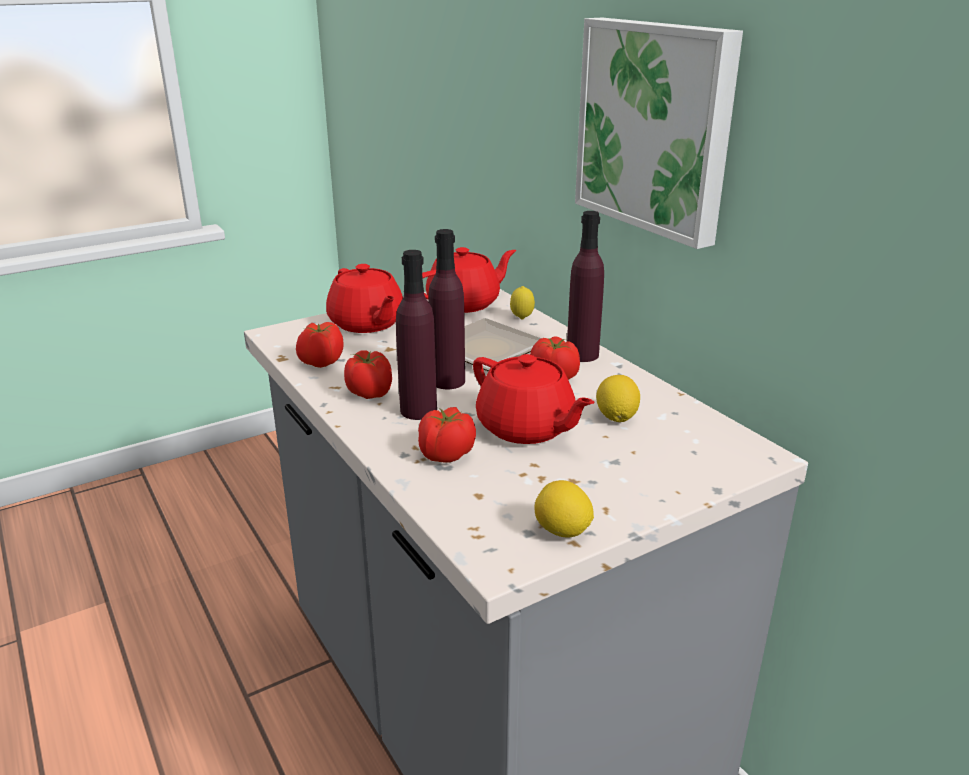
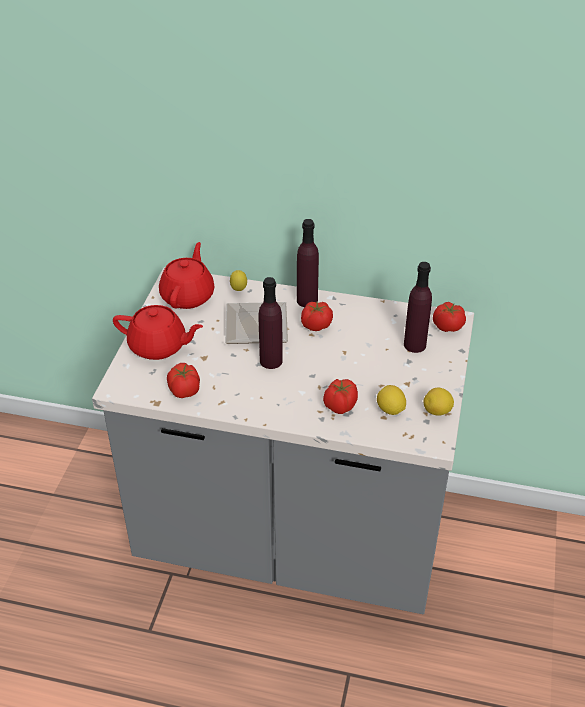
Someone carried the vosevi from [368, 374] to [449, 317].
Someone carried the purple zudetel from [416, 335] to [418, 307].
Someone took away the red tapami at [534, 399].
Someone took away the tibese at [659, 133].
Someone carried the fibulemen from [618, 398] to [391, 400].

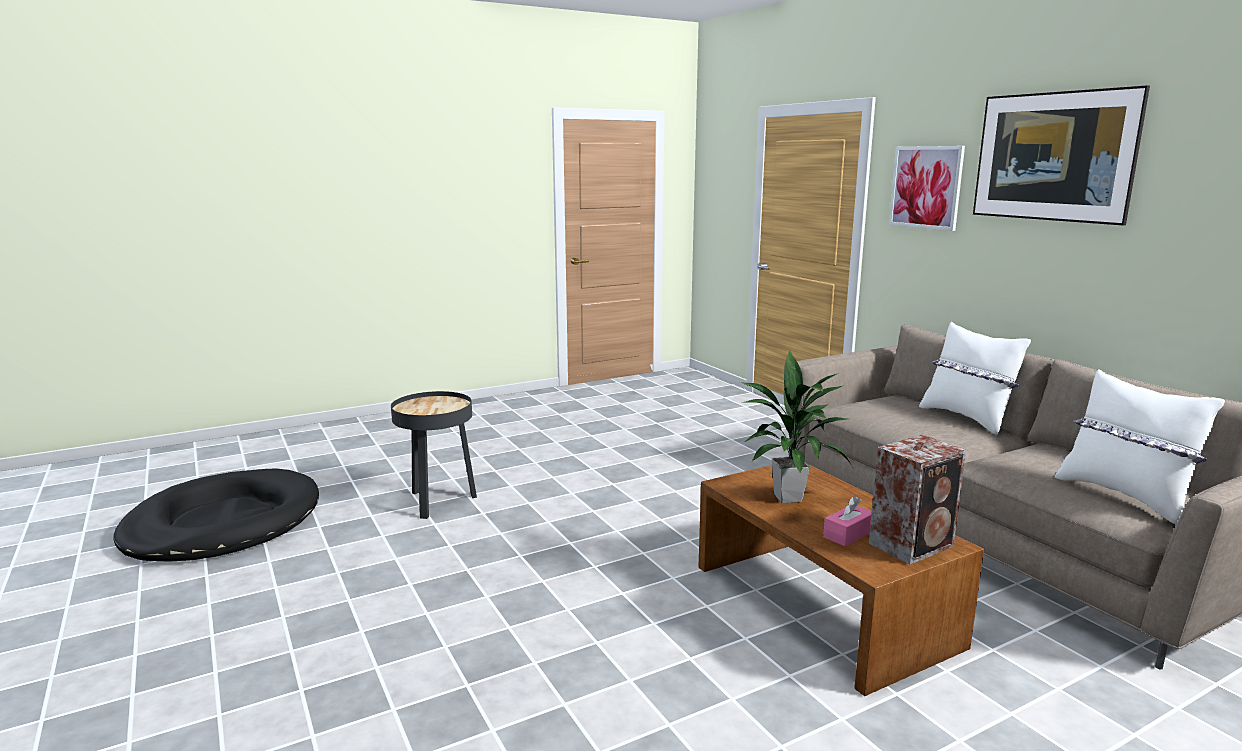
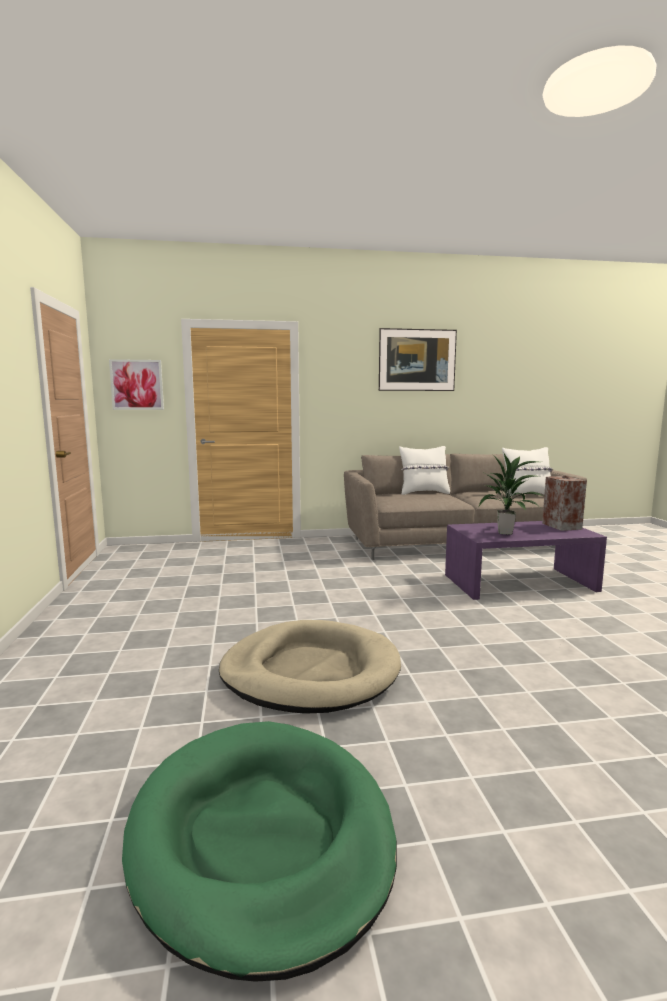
Someone repainted the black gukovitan at [216, 515], which became the green gukovitan at [259, 851].
Someone swapped the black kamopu at [434, 455] for the beige gukovitan at [310, 667].
Someone repainted the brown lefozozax at [841, 579], which became the purple lefozozax at [526, 560].
Someone took away the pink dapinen at [847, 521].
Someone carried the tibese from [927, 188] to [136, 384].

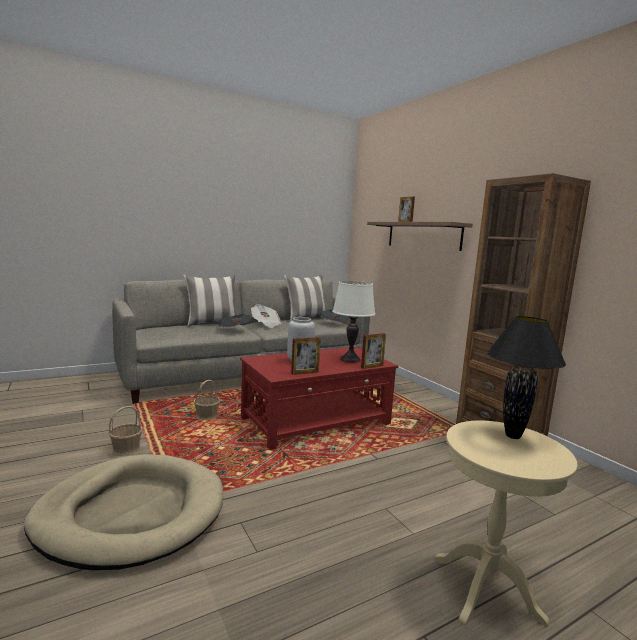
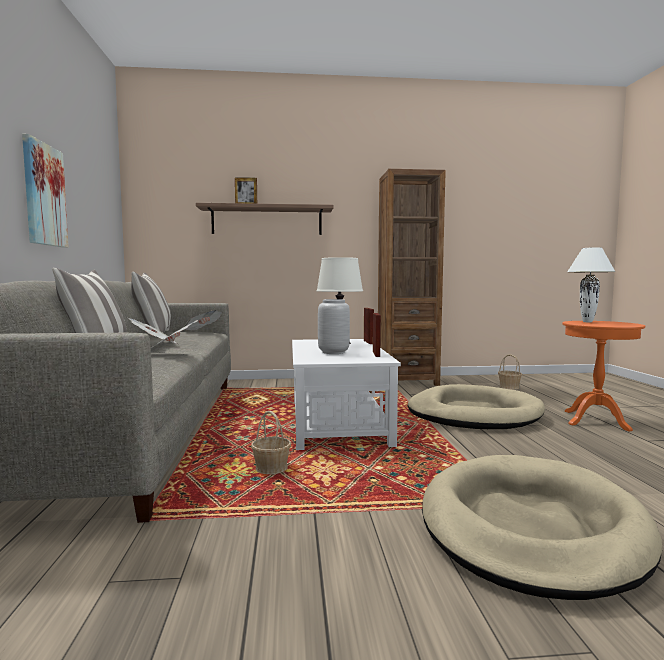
Someone carried the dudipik from [126, 431] to [510, 372].
Someone repainted the red lefozozax at [319, 398], which became the white lefozozax at [346, 394].
Someone repainted the beige kamopu at [506, 523], which became the orange kamopu at [603, 376].
Someone repainted the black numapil at [526, 377], which became the white numapil at [591, 284].
Someone put up the tibese at [45, 191].
Someone put down the beige gukovitan at [476, 406].

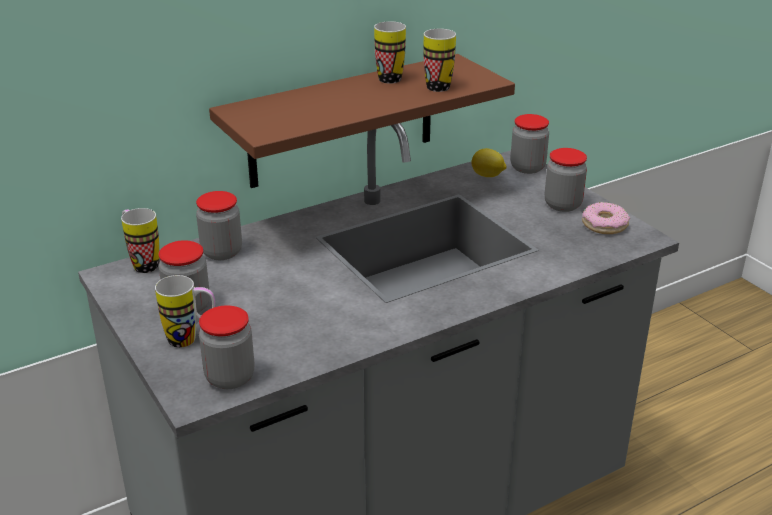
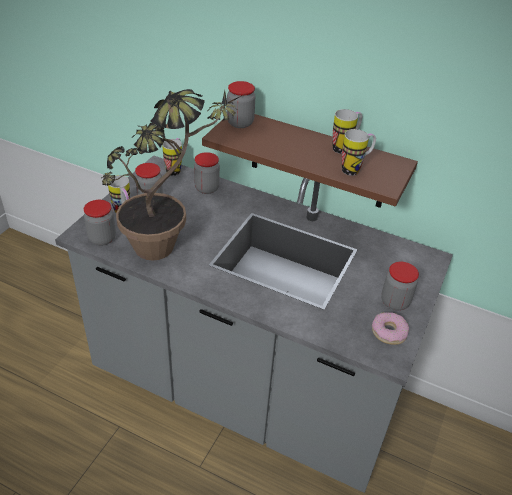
Someone took away the fibulemen at [489, 162].
Someone carried the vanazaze from [530, 144] to [241, 104].
Someone put down the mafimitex at [174, 175].

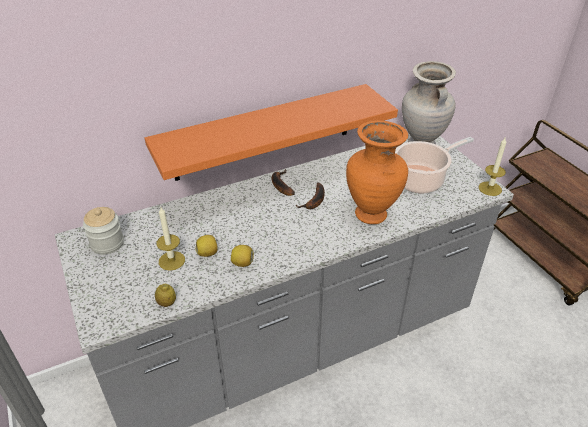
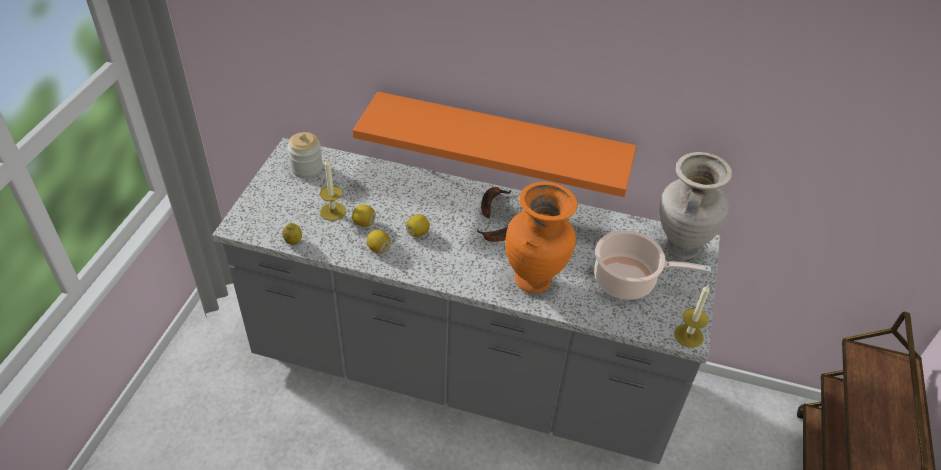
Someone put down the fibulemen at [418, 225].

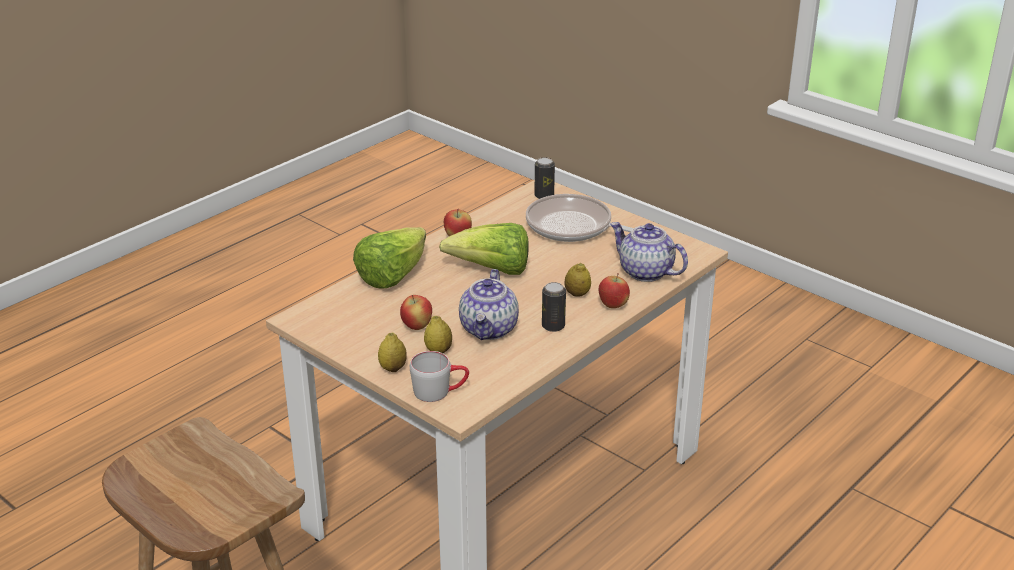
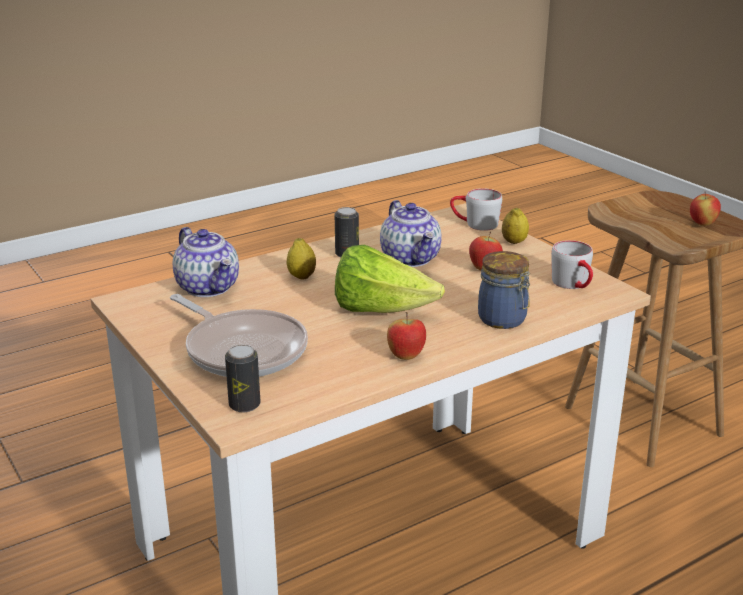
Someone swapped the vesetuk at [389, 258] for the vanazaze at [504, 290].
Someone took away the fibulemen at [438, 334].
Someone rotated the tapami at [489, 304] by 135 degrees clockwise.
Someone carried the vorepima from [614, 290] to [705, 210].
Someone put down the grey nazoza at [572, 264].

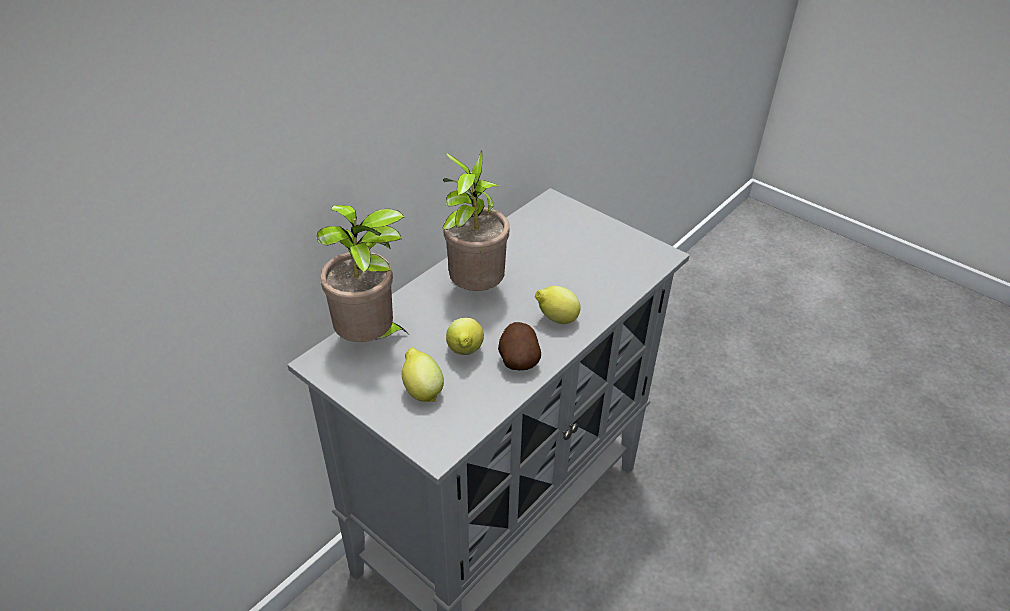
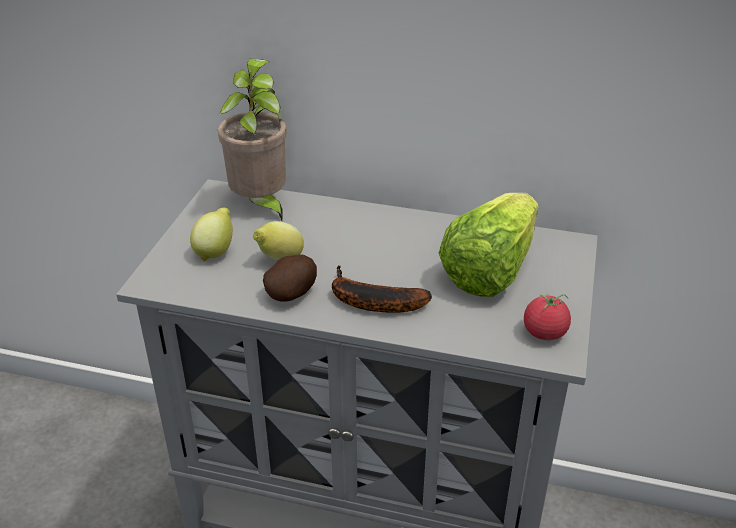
Someone took away the mafimitex at [475, 221].
Someone swapped the fibulemen at [558, 305] for the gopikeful at [382, 289].
Someone put down the vesetuk at [489, 245].
Someone put down the vosevi at [547, 316].

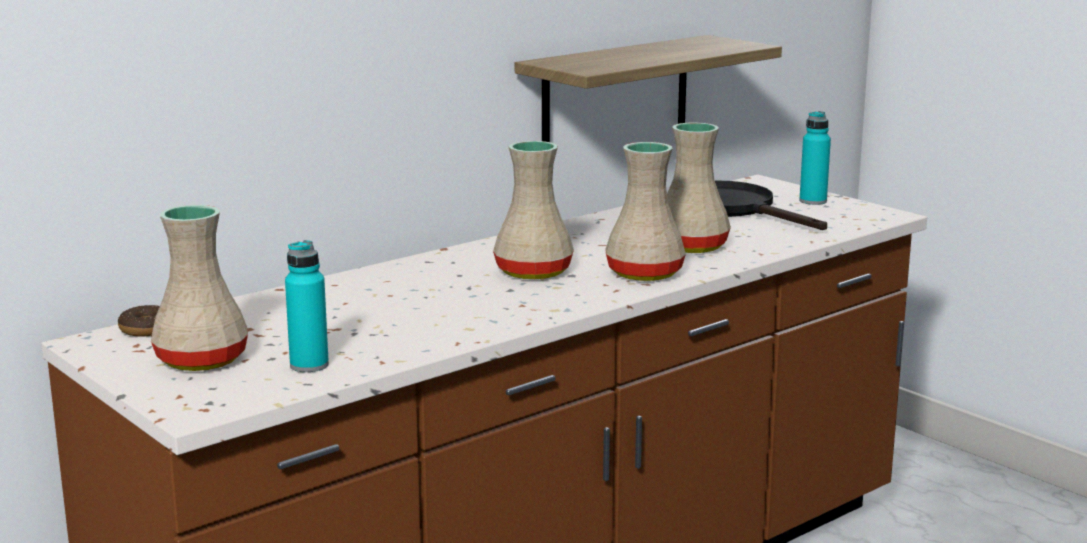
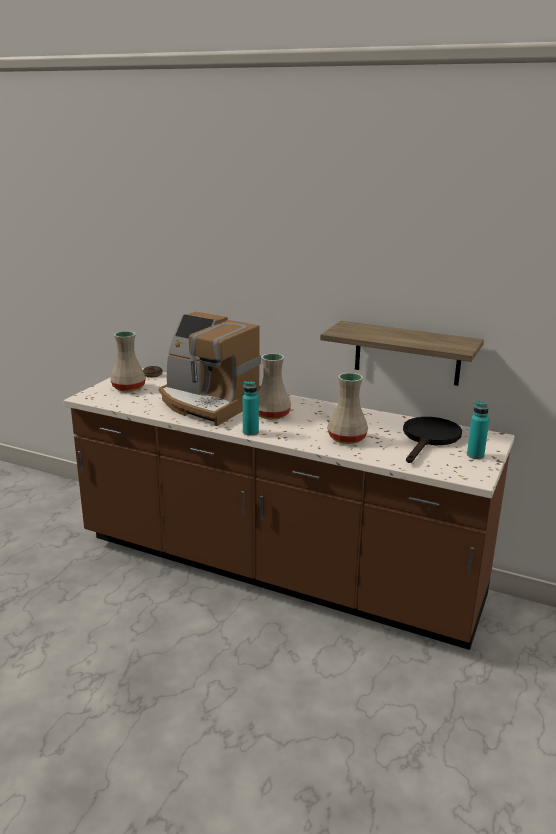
Someone carried the turquoise zudetel from [307, 306] to [251, 408].
Someone took away the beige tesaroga at [645, 211].
Someone put down the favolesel at [210, 369].

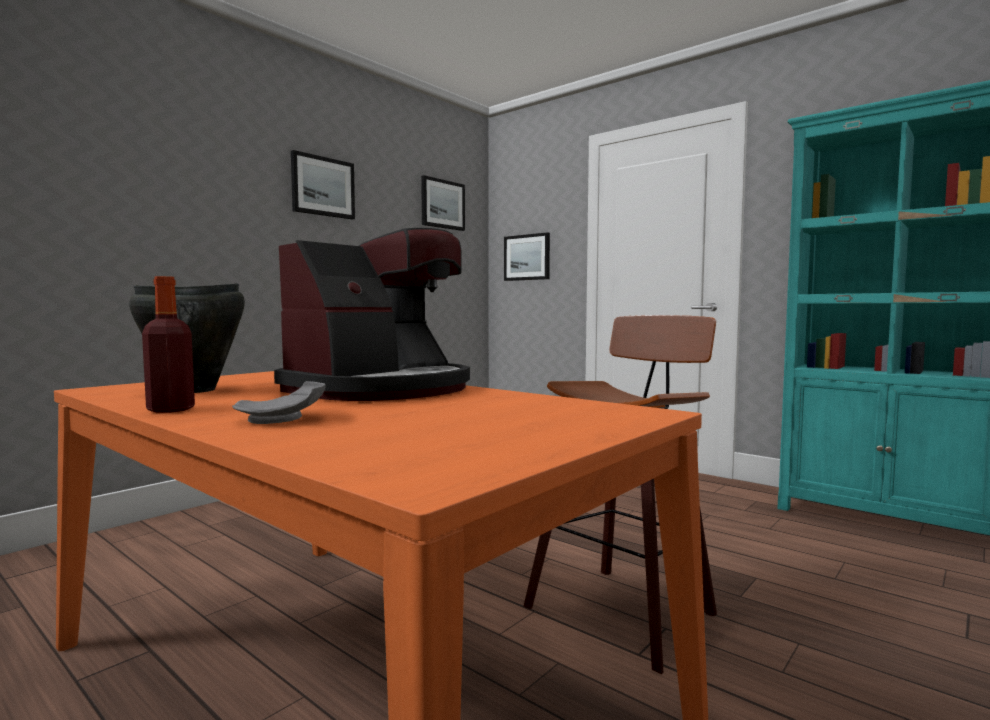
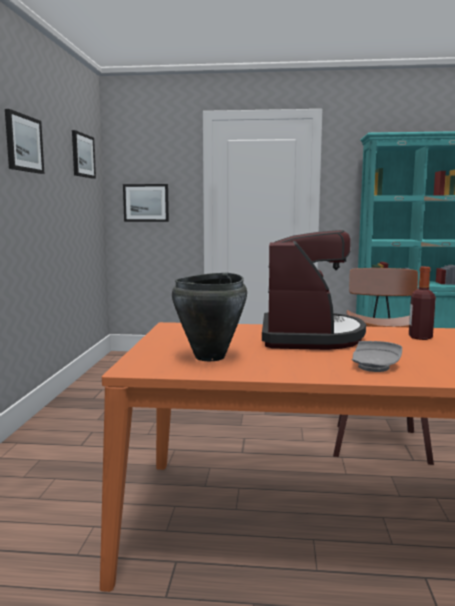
Someone carried the zudetel from [168, 344] to [422, 303].

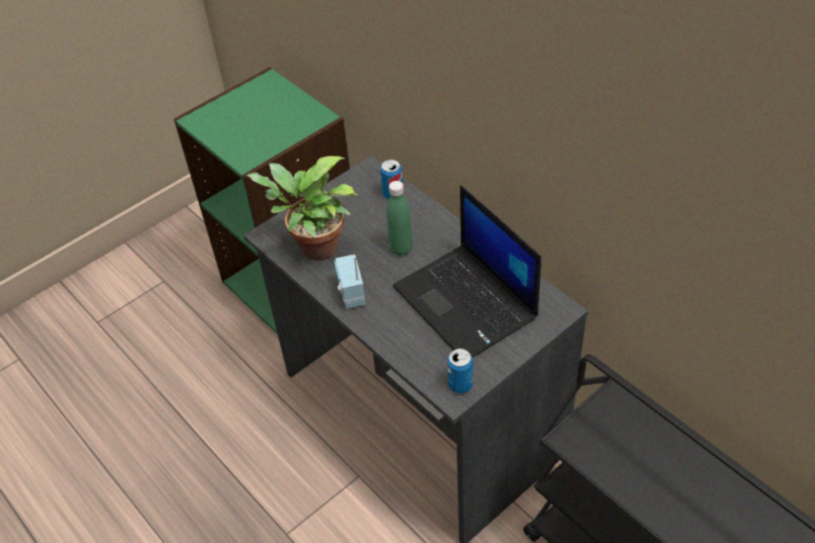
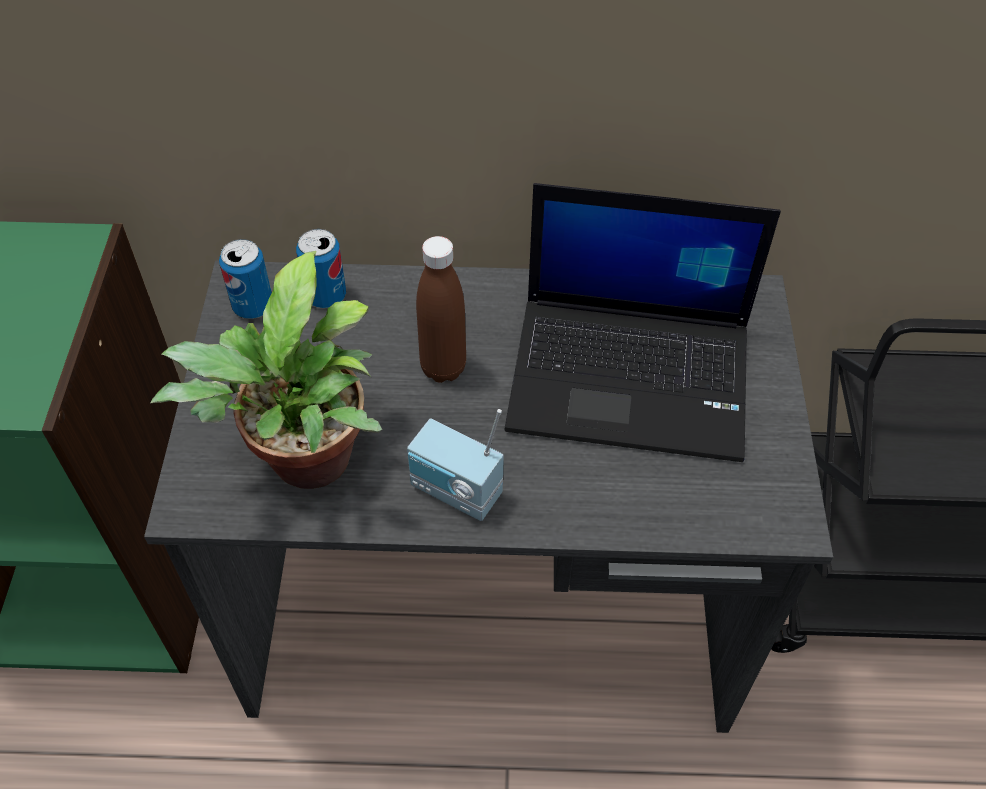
Someone repainted the green zudetel at [400, 218], which became the brown zudetel at [441, 309].
Someone carried the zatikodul from [460, 371] to [245, 279].

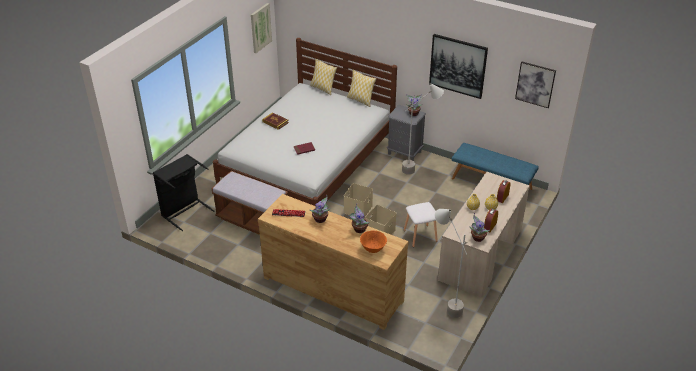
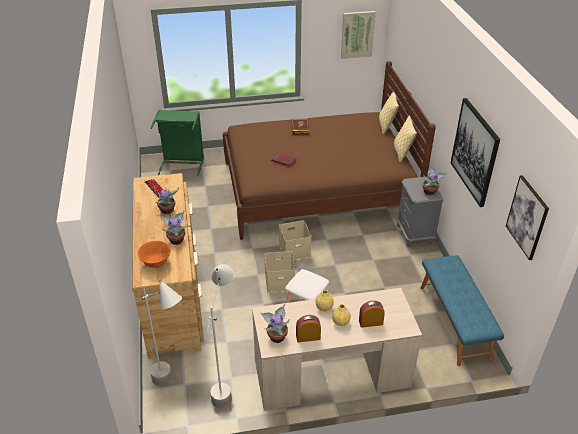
Someone repainted the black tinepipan at [184, 192], which became the green tinepipan at [177, 143].
Someone took away the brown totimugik at [250, 203].
Someone repainted the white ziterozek at [305, 122], which became the brown ziterozek at [329, 150].
Someone carried the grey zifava from [423, 129] to [161, 333].

